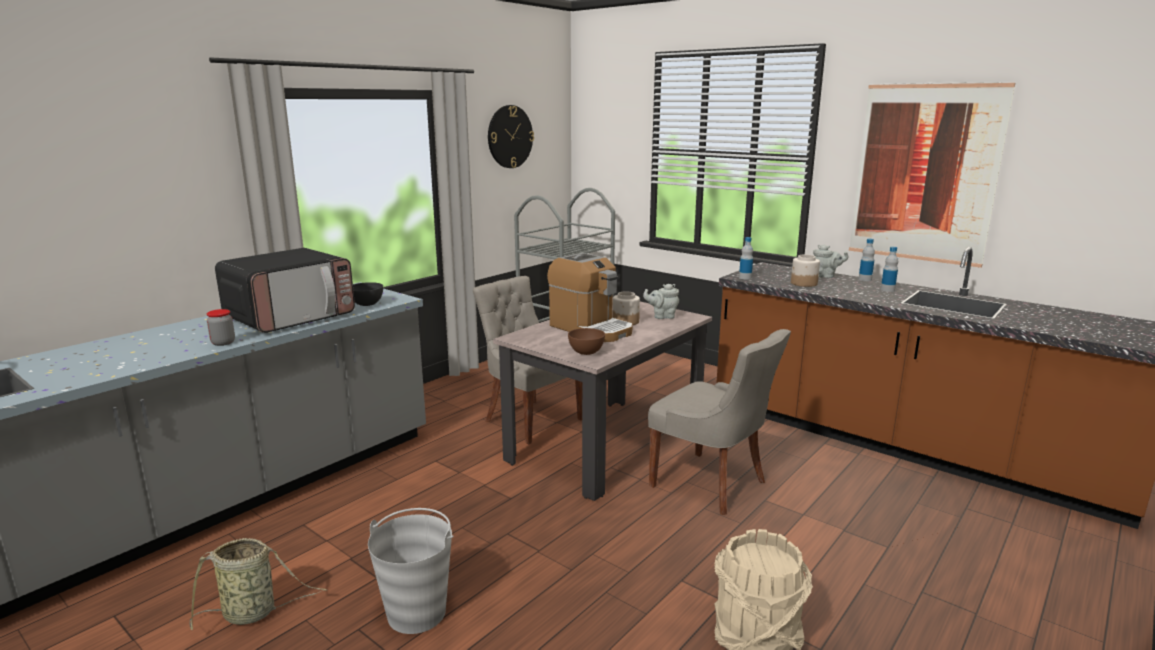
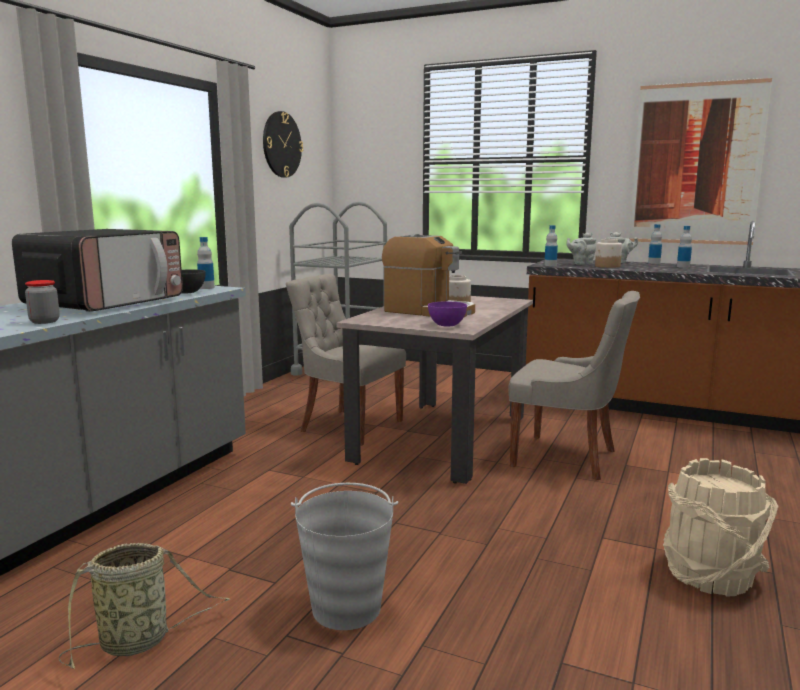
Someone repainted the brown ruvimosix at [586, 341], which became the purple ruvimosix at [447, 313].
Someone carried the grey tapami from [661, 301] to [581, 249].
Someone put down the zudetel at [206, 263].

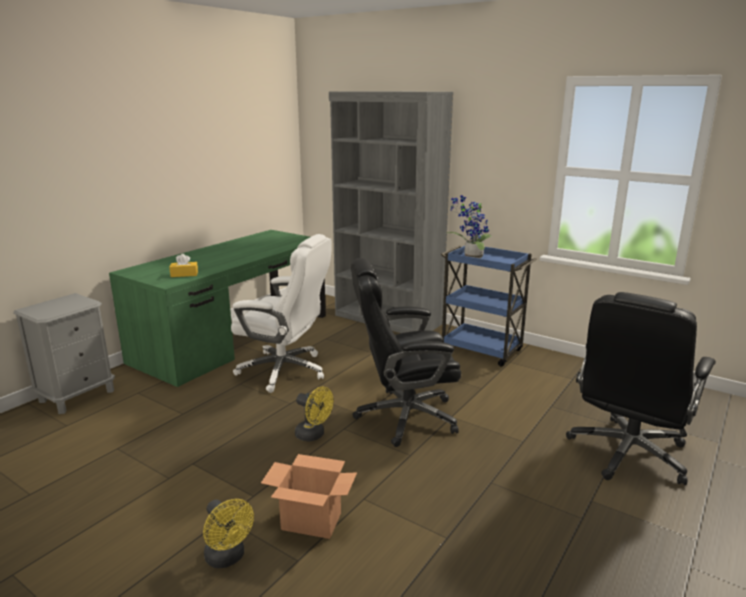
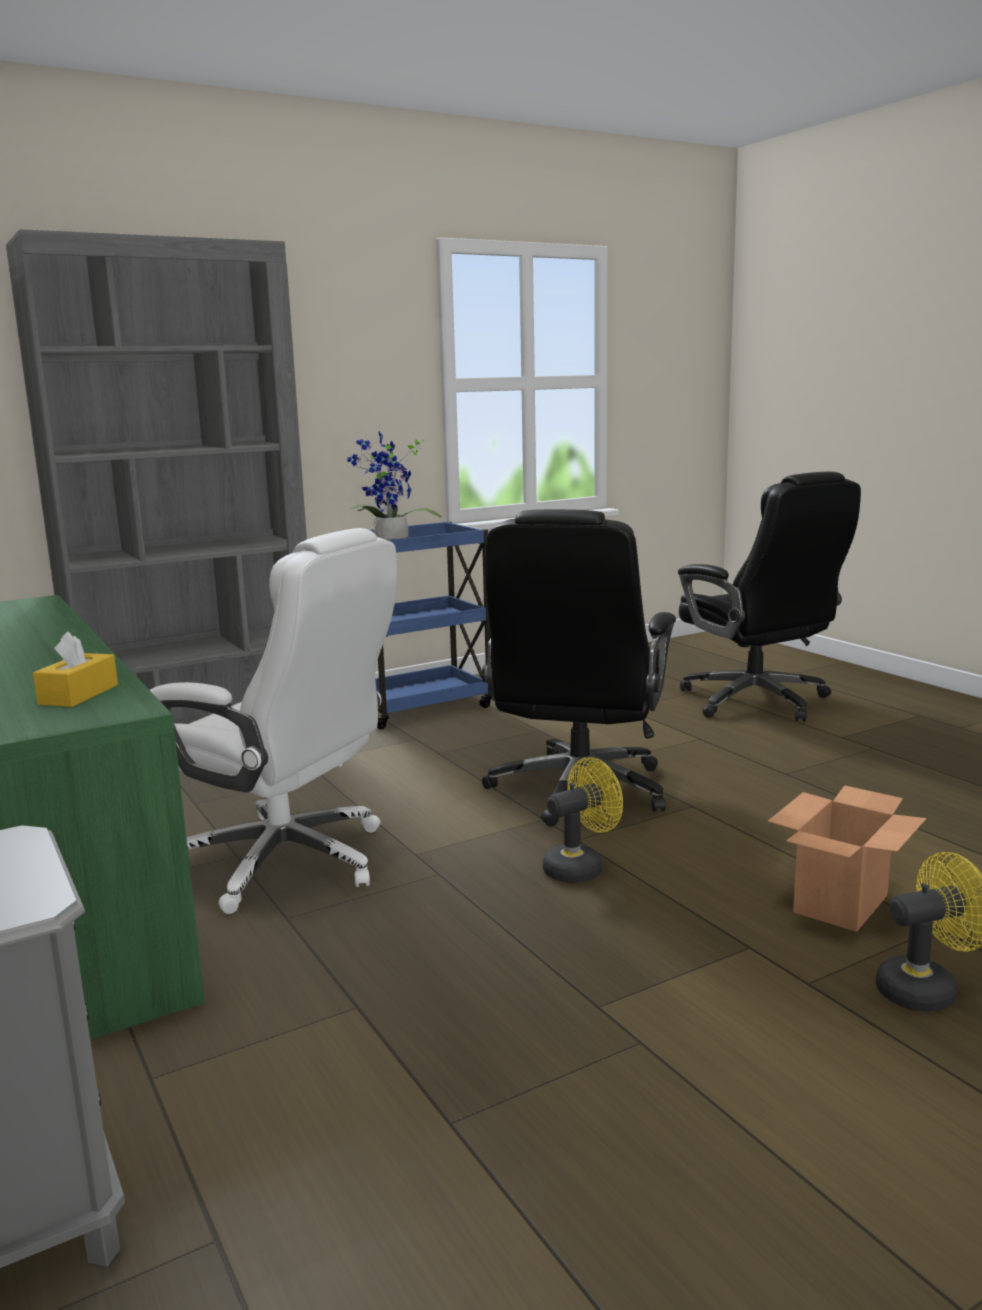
Someone rotated the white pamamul at [281, 313] by 75 degrees clockwise.

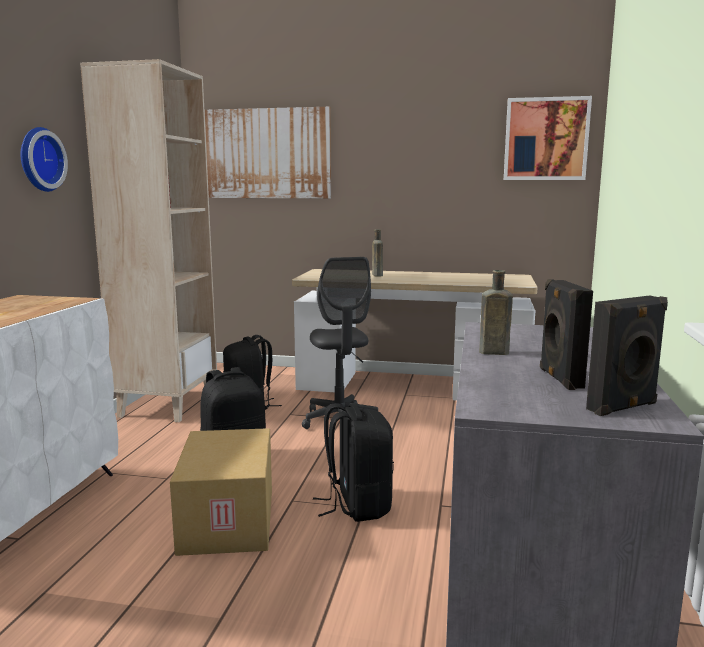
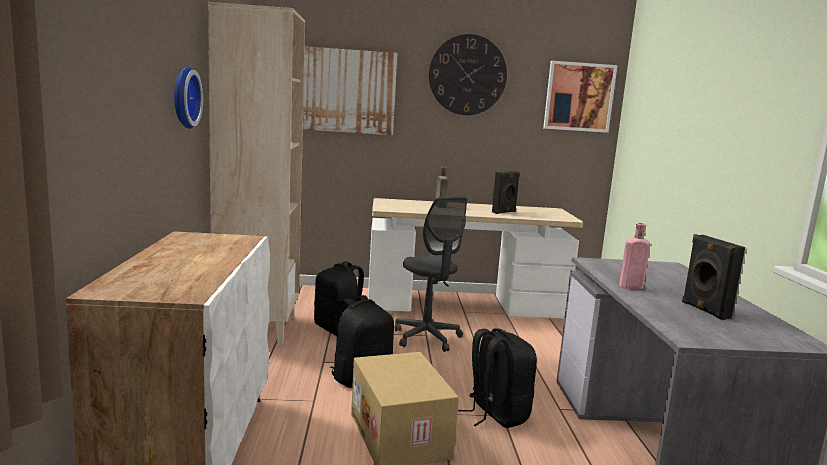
Someone repainted the brown zudetel at [496, 312], which became the pink zudetel at [634, 256].
Someone carried the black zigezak from [627, 355] to [506, 192].
Someone put up the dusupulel at [468, 74].

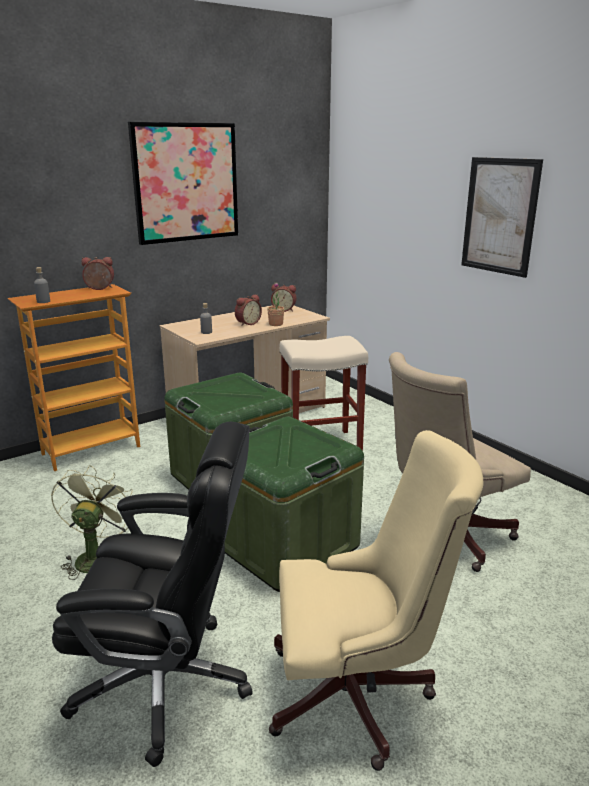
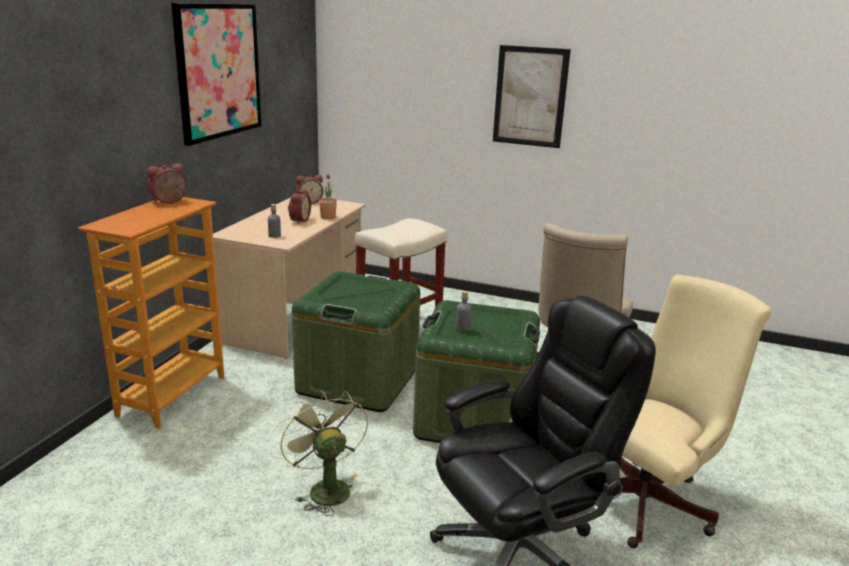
Someone carried the grey zudetel from [42, 285] to [464, 311].

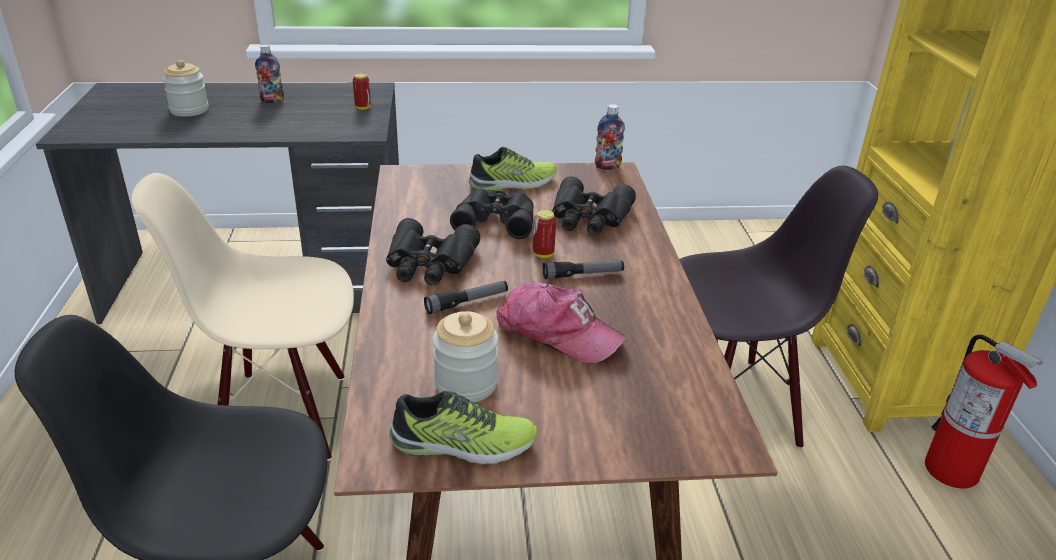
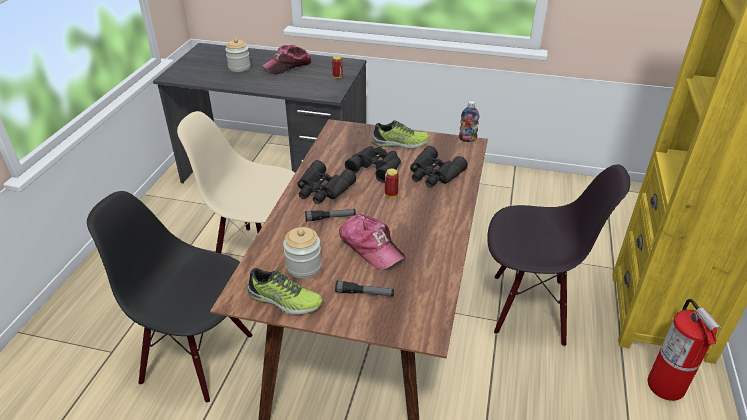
Someone swapped the zudetel at [269, 73] for the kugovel at [287, 60].
Someone carried the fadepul from [583, 269] to [364, 288].

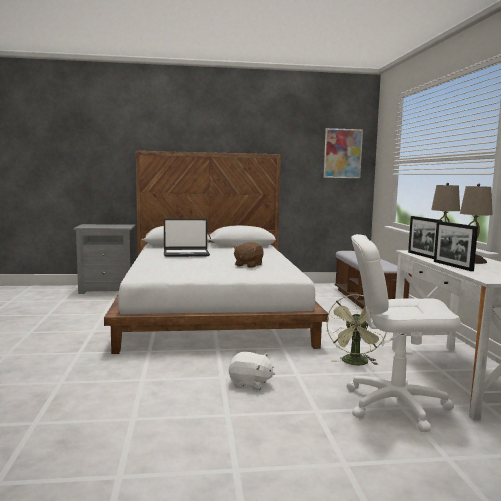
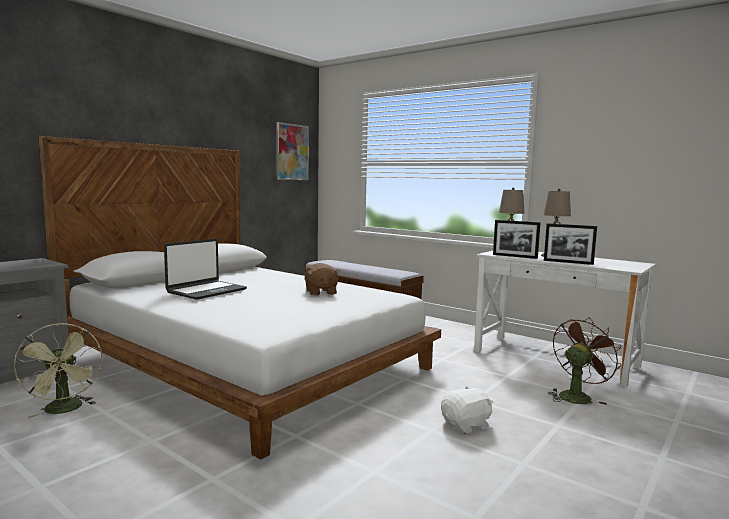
Someone carried the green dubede from [357, 329] to [58, 370].
Someone swapped the white pamamul at [404, 333] for the brown dubede at [584, 361].

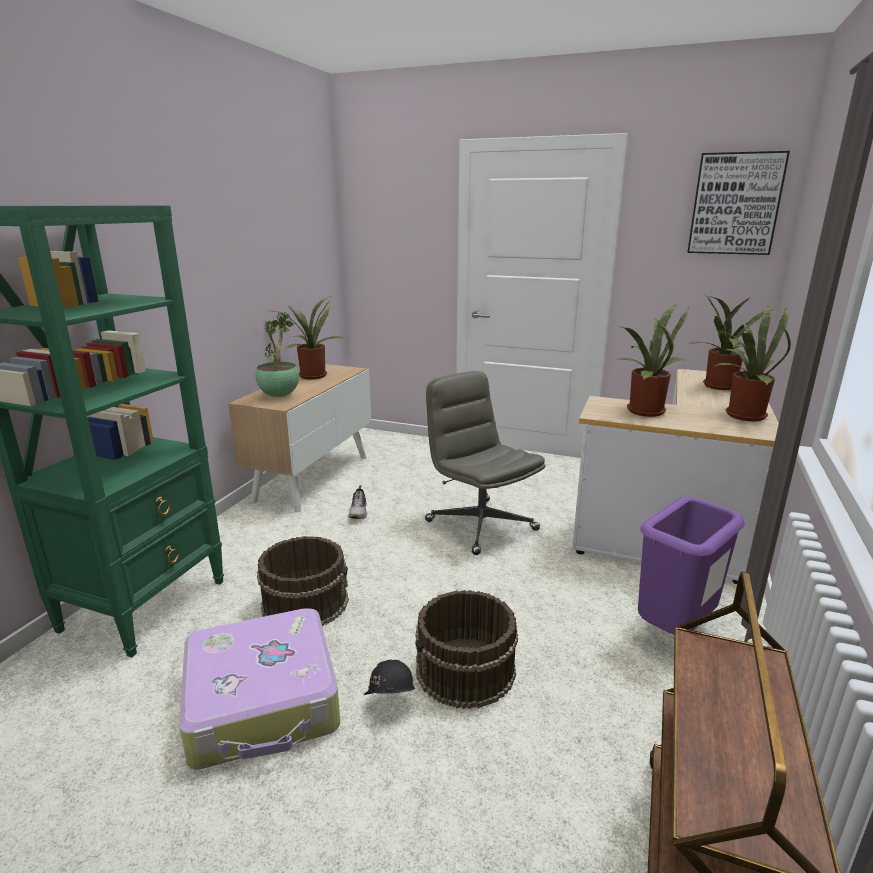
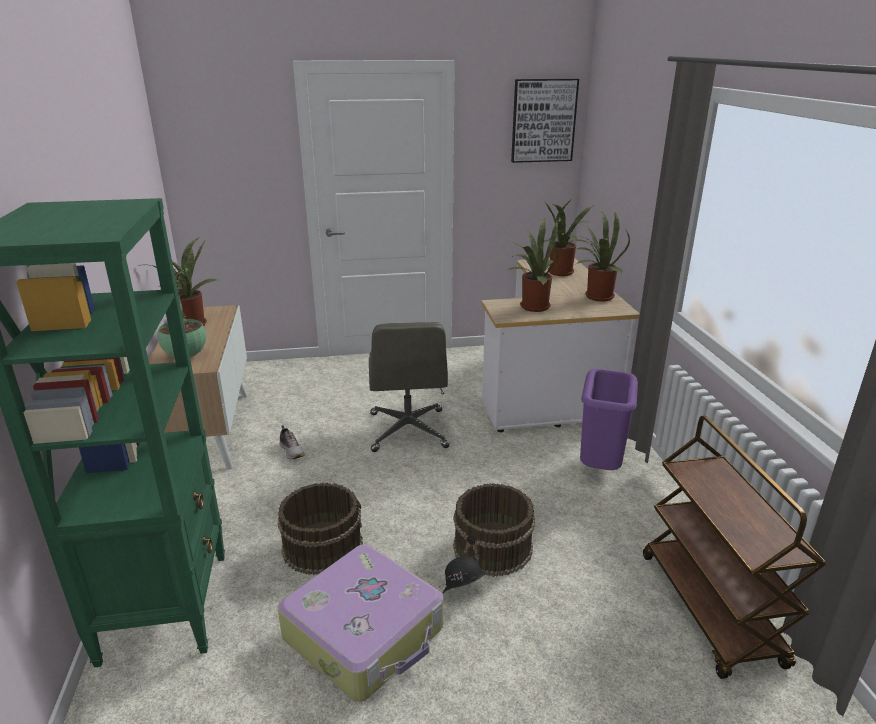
Someone rotated the grey pamamul at [485, 463] by 120 degrees counterclockwise.

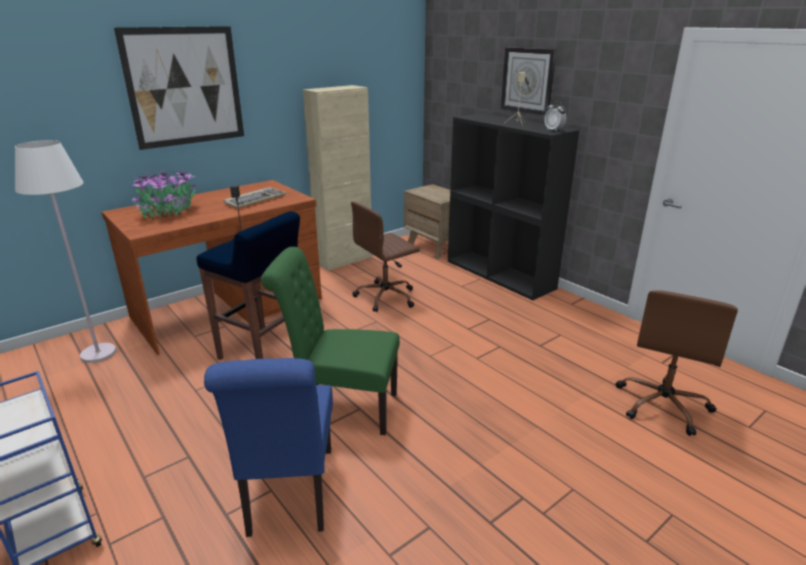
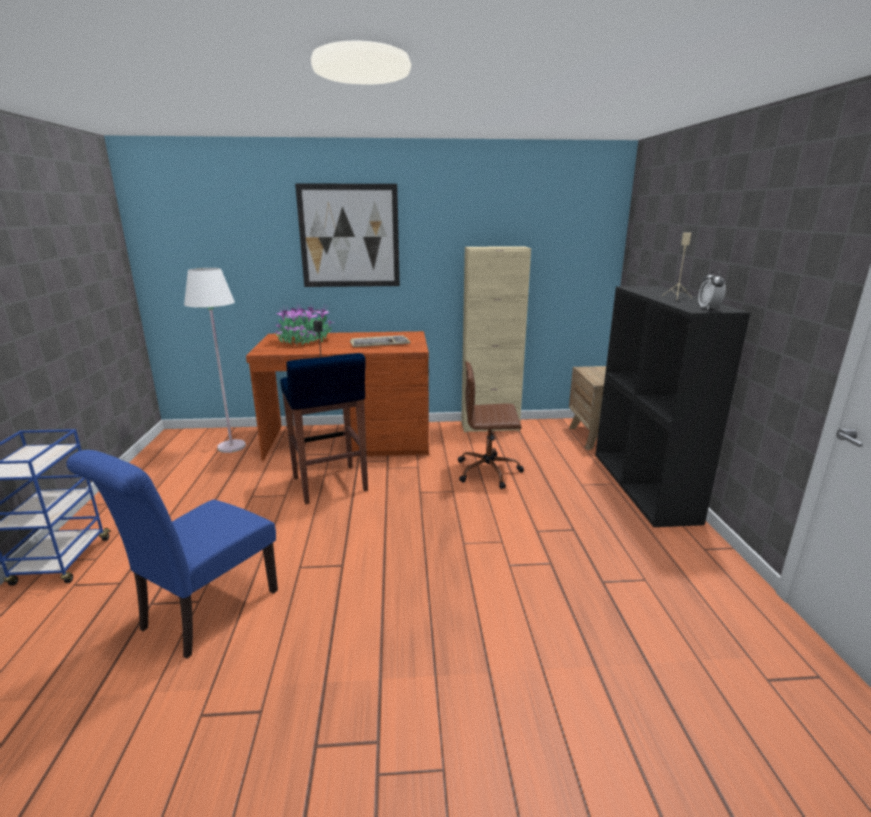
Someone took away the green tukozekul at [330, 341].
Someone took away the dusupulel at [529, 81].
Someone took away the brown pamamul at [676, 363].

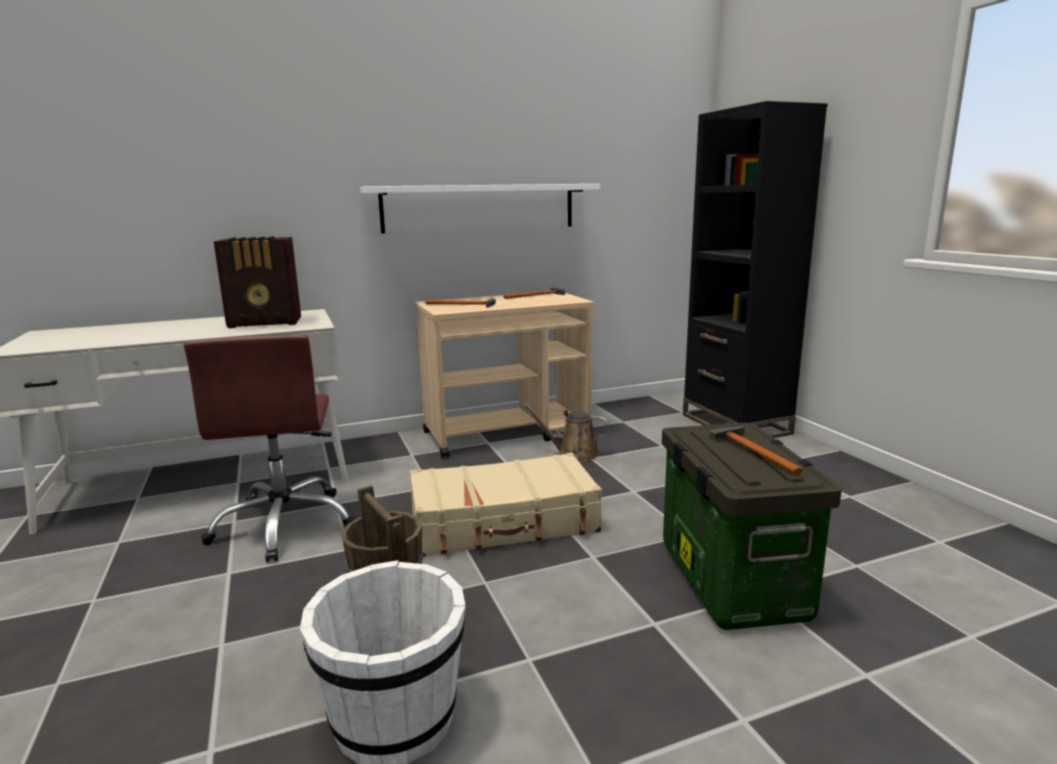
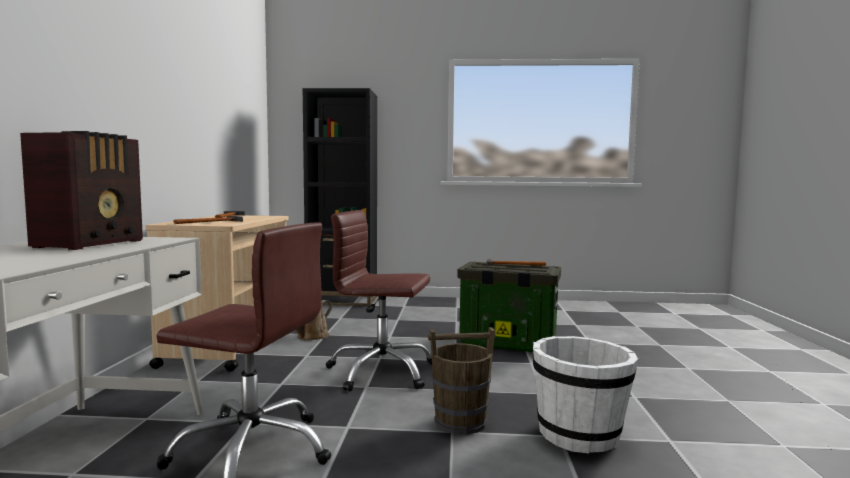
Someone took away the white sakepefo at [480, 208].
Someone swapped the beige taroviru at [505, 504] for the brown pamamul at [379, 300].

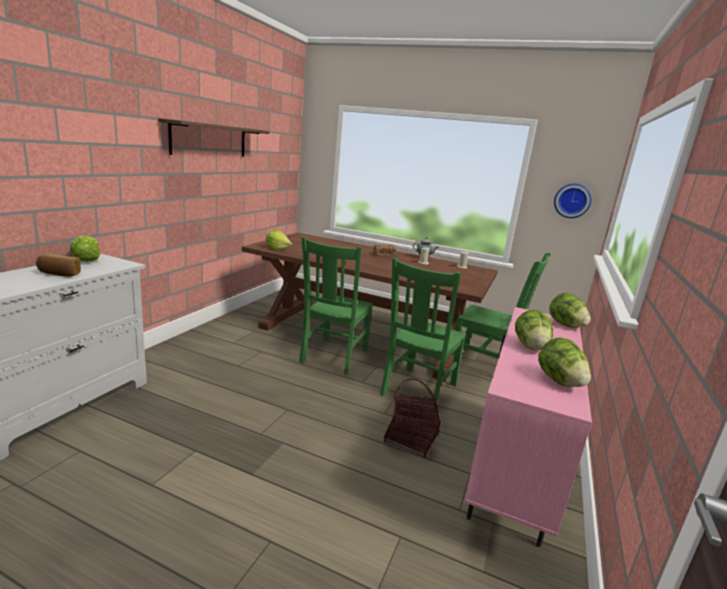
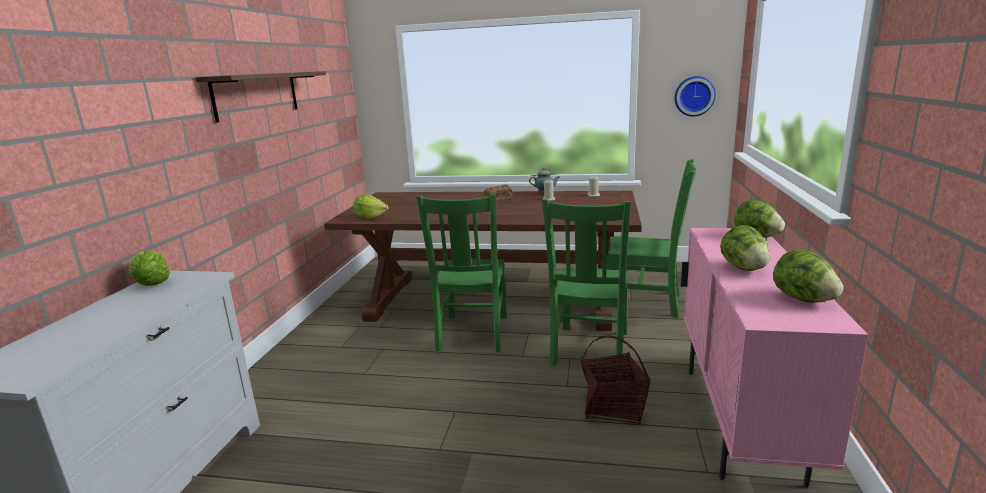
Someone took away the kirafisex at [58, 265].

